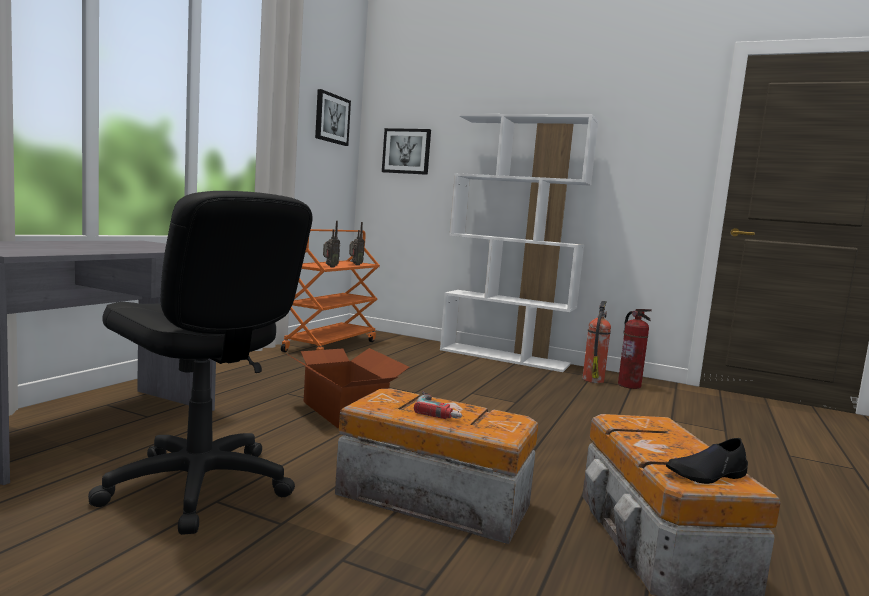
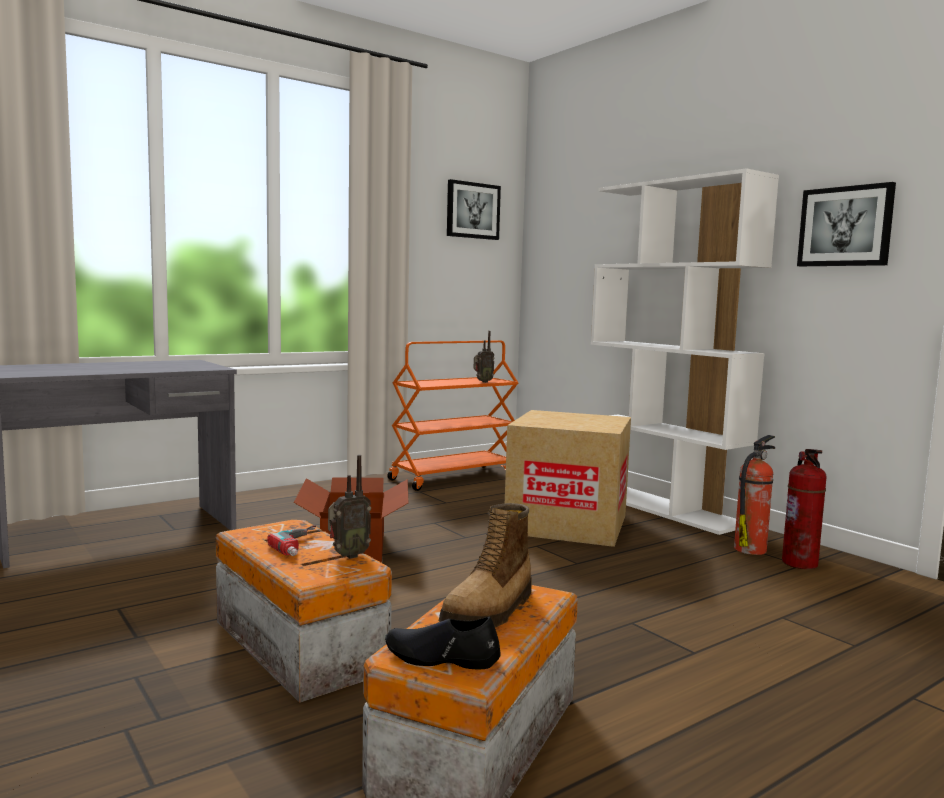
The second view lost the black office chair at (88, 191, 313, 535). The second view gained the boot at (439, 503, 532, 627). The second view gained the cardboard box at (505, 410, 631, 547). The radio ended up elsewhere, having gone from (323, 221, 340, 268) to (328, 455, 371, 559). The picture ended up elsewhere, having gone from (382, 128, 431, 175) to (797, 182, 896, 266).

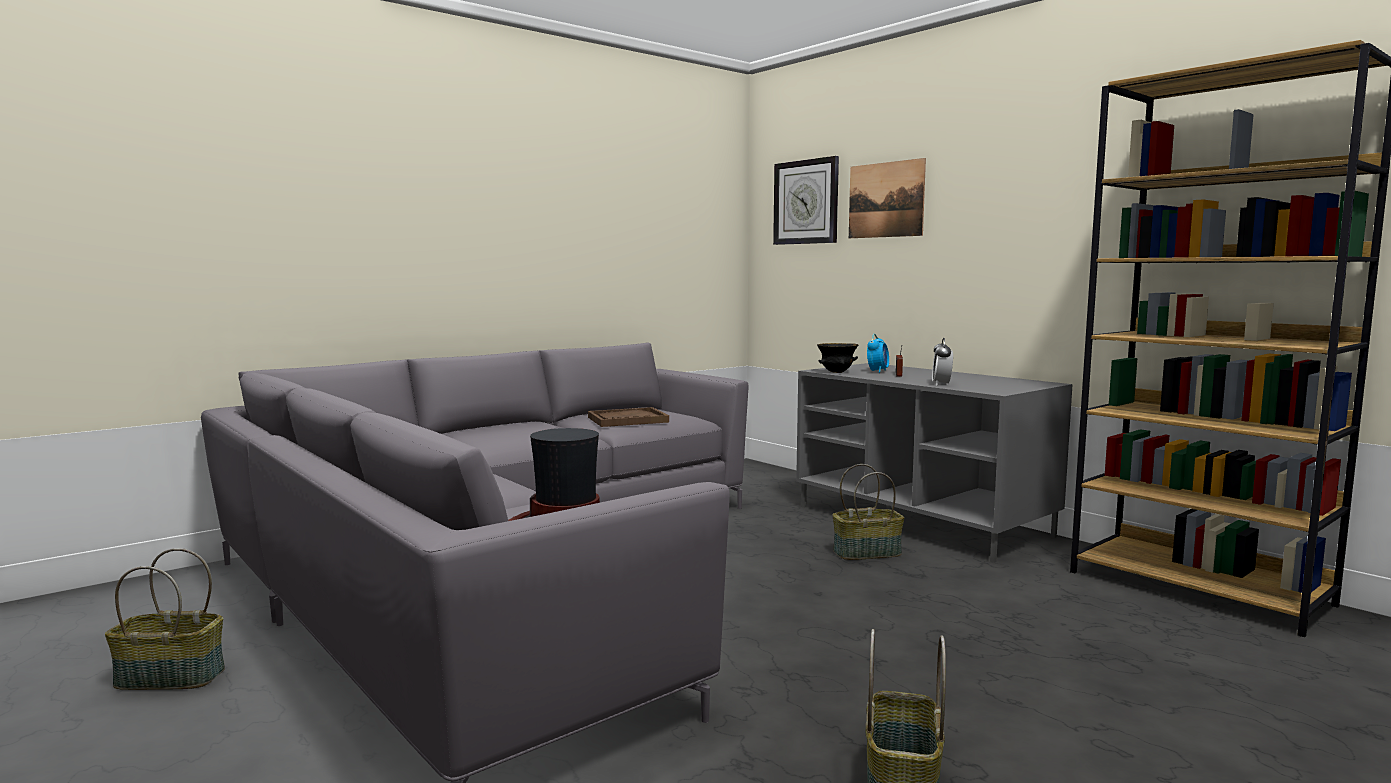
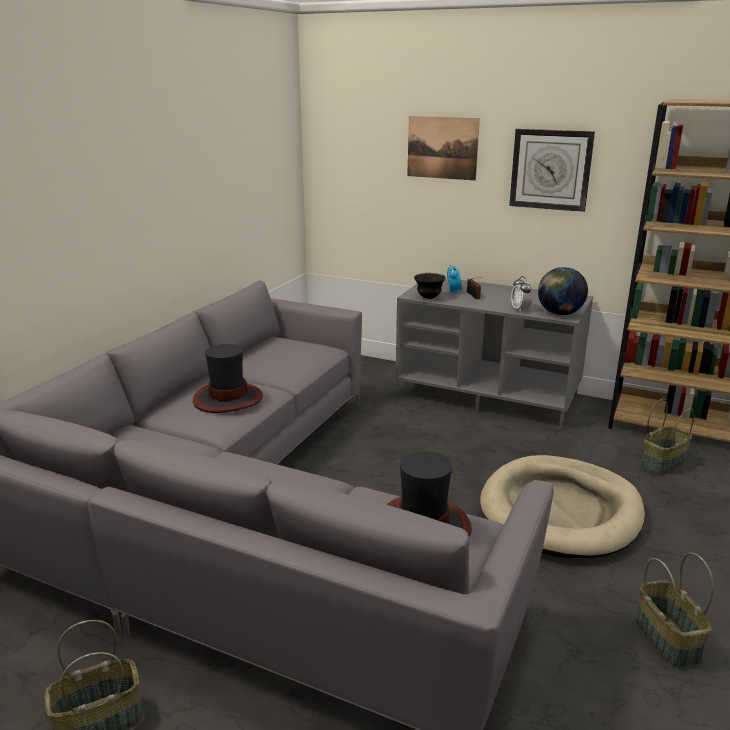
The second view lost the brown tray at (588, 407, 669, 427). The second view gained the hat at (193, 344, 263, 413). The second view gained the beige dog bed at (480, 455, 645, 558). The second view gained the globe at (538, 267, 588, 315). The wall clock ended up elsewhere, having gone from (773, 156, 839, 245) to (509, 129, 595, 212). The basket ended up elsewhere, having gone from (832, 464, 905, 560) to (641, 398, 694, 475).

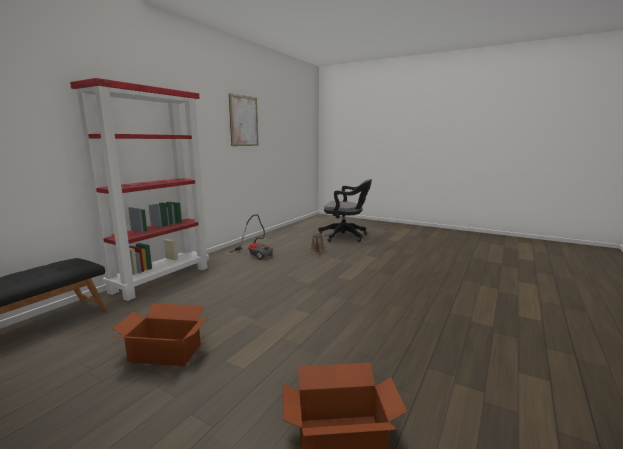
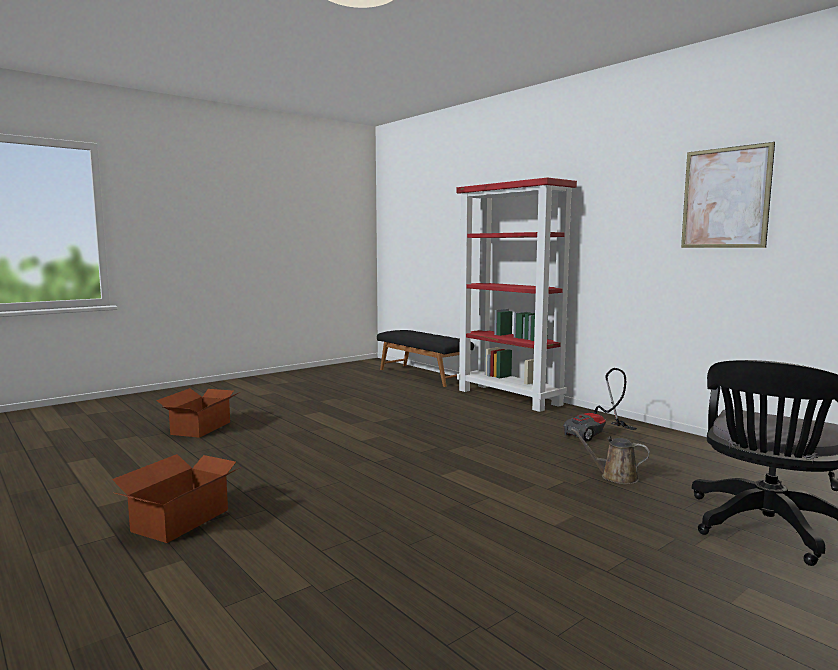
The cardboard box ended up elsewhere, having gone from (112, 303, 209, 366) to (112, 454, 241, 543).

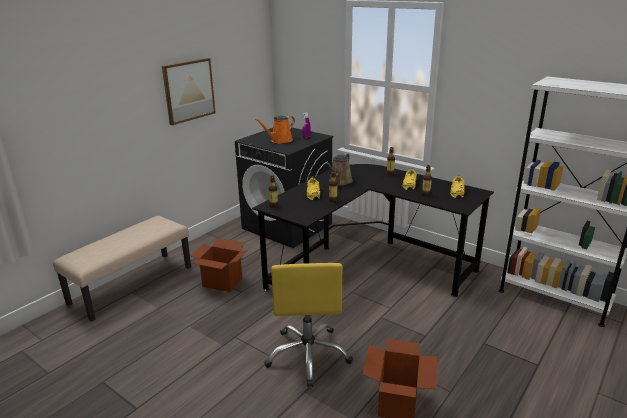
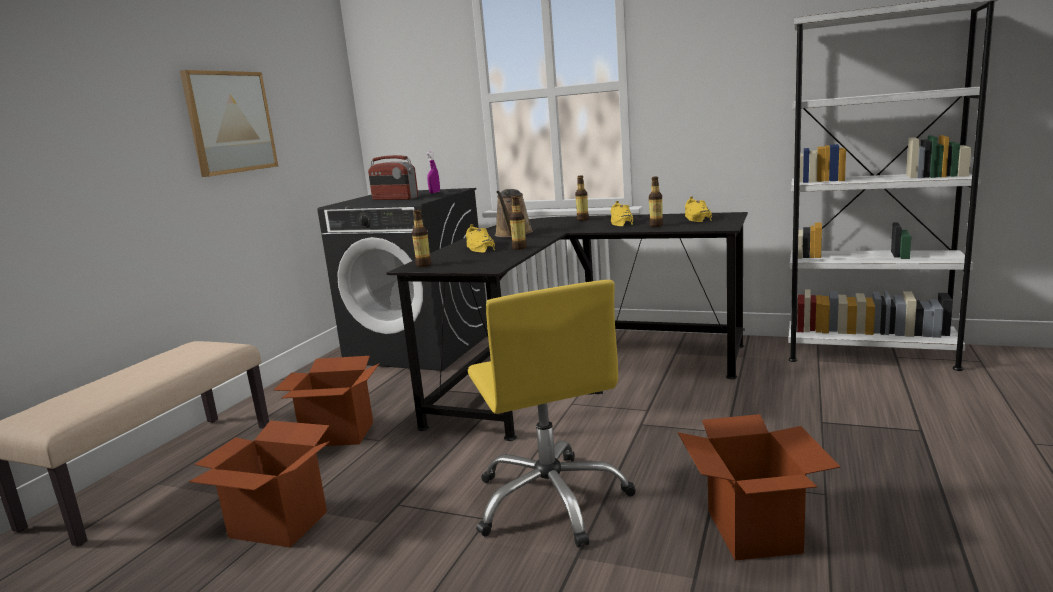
The second view gained the cardboard box at (189, 420, 331, 548). Where the orange watering can stood at (255, 116, 295, 144), the radio came to stand at (368, 155, 418, 200).

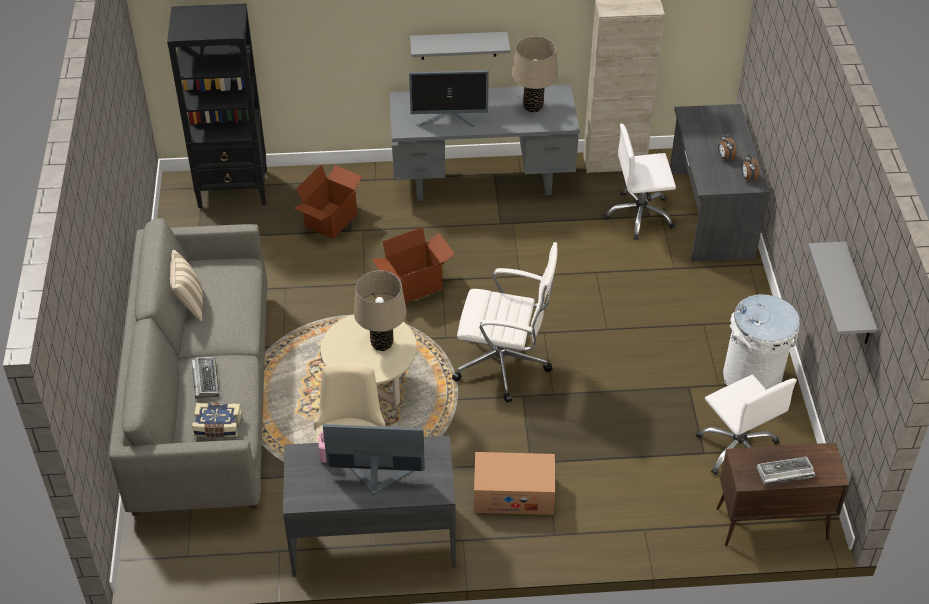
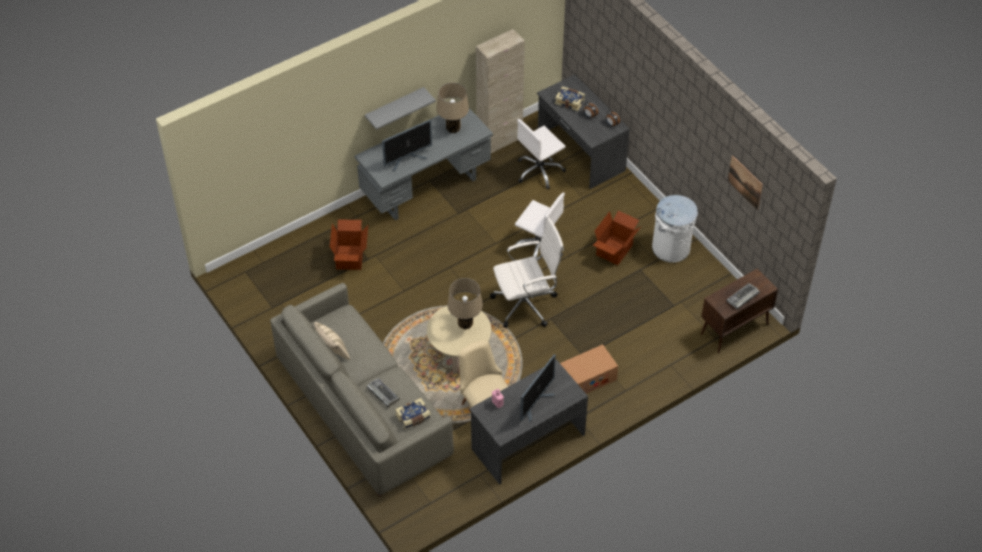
The second view lost the black bookcase at (167, 3, 267, 208). The second view gained the book at (555, 87, 585, 111). The cardboard box ended up elsewhere, having gone from (372, 227, 455, 303) to (593, 211, 641, 265). The white office chair ended up elsewhere, having gone from (696, 375, 797, 475) to (513, 193, 565, 258). Where the grey shelf hung at (808, 241, 878, 344), the picture came to hang at (728, 155, 763, 210). The monitor at (323, 424, 425, 496) ended up facing another way, 150 degrees clockwise from before.

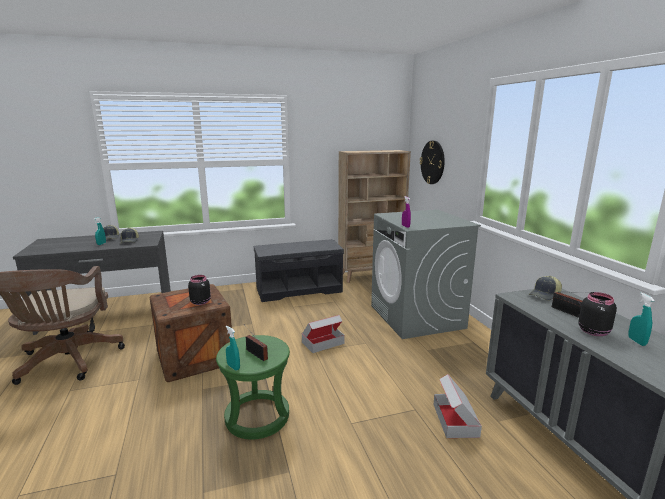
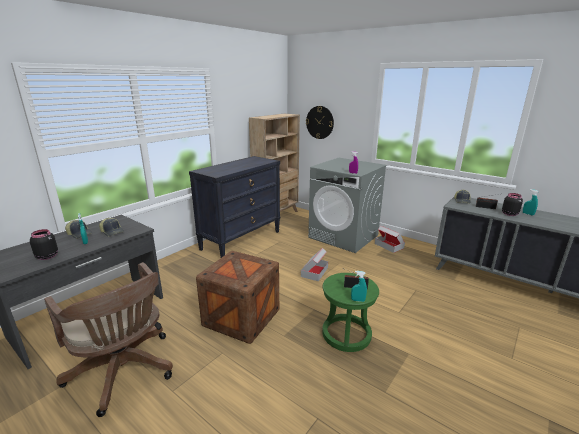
The black jar ended up elsewhere, having gone from (188, 275, 211, 305) to (30, 229, 58, 260). The cardboard box ended up elsewhere, having gone from (434, 374, 482, 438) to (375, 226, 405, 253). Where the grey bench stood at (254, 239, 344, 302), the black dresser came to stand at (189, 156, 280, 258).

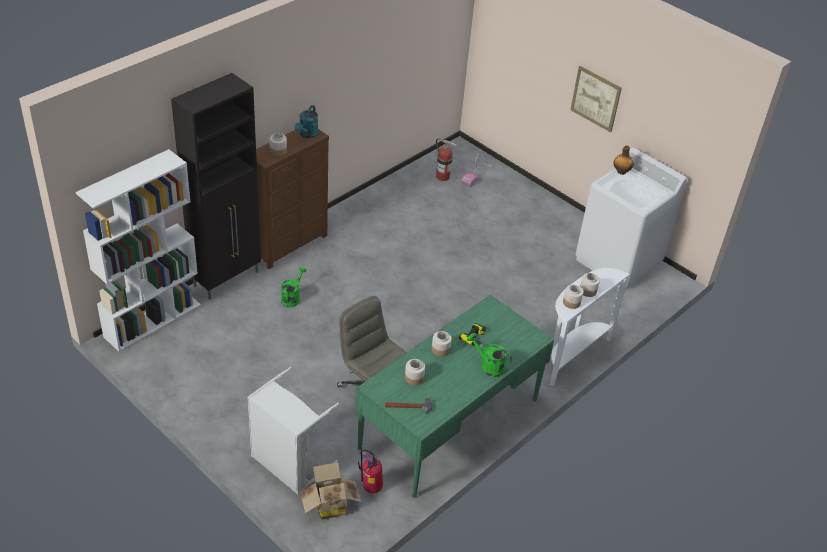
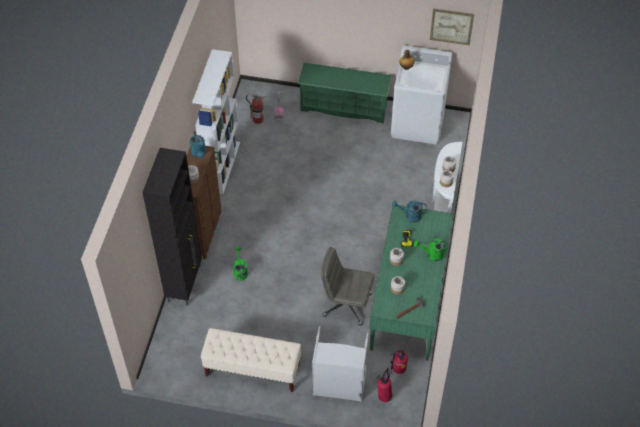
The second view gained the beige bench at (201, 328, 301, 392). The second view gained the green shoe rack at (298, 63, 393, 123). The second view gained the turquoise watering can at (392, 201, 427, 222). The white bookcase ended up elsewhere, having gone from (76, 149, 201, 352) to (192, 49, 240, 194). The picture ended up elsewhere, having gone from (570, 66, 622, 132) to (430, 9, 474, 45). Where the cardboard box stood at (300, 462, 361, 520), the fire extinguisher came to stand at (377, 368, 392, 402).

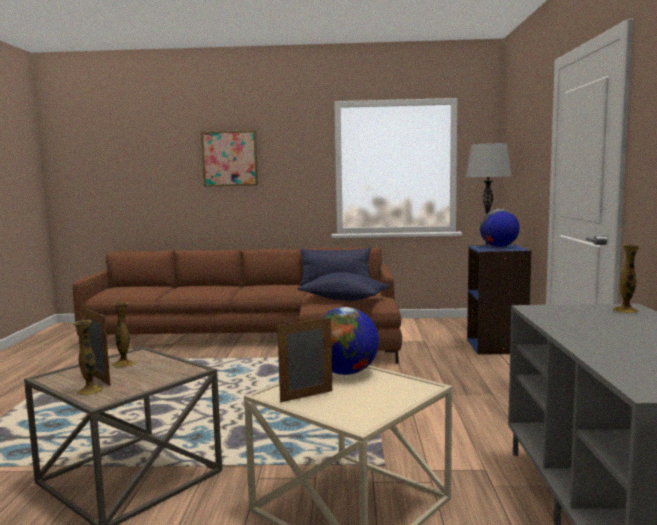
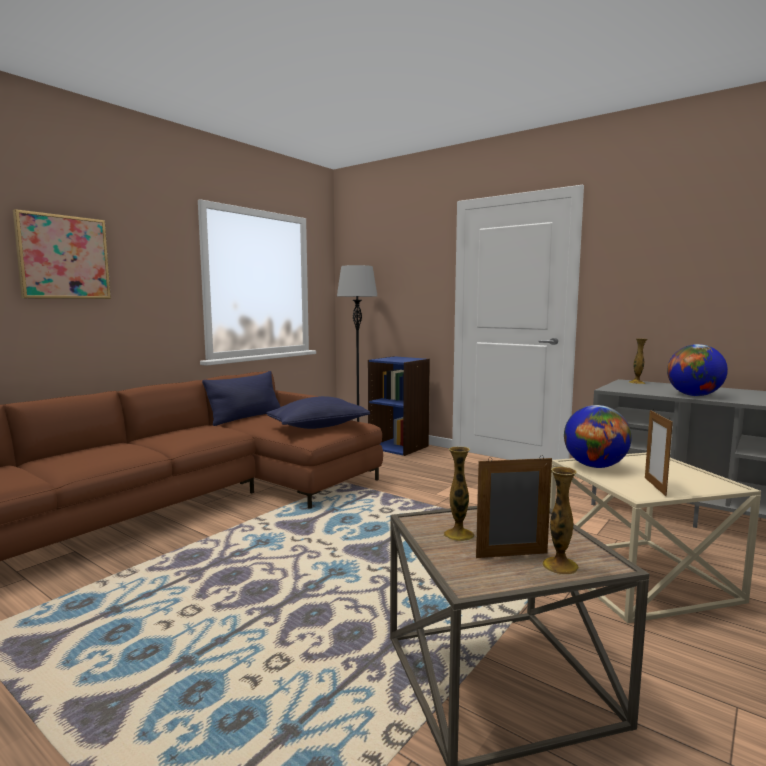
The globe ended up elsewhere, having gone from (480, 209, 520, 247) to (667, 344, 728, 396).

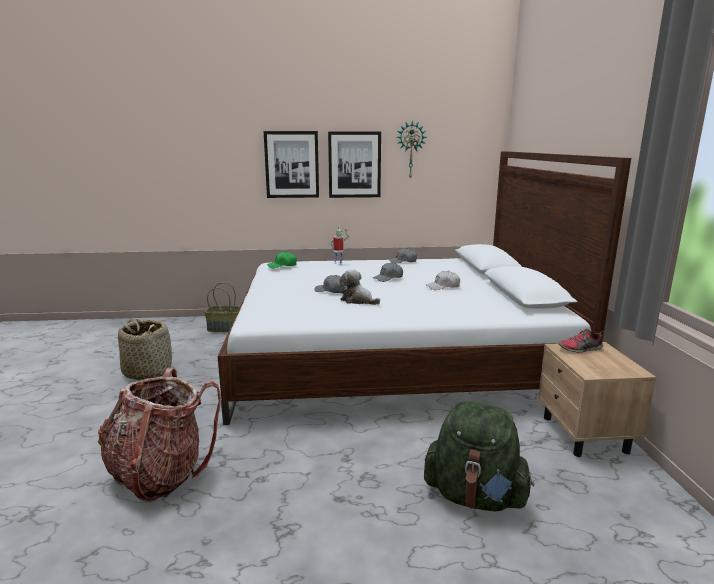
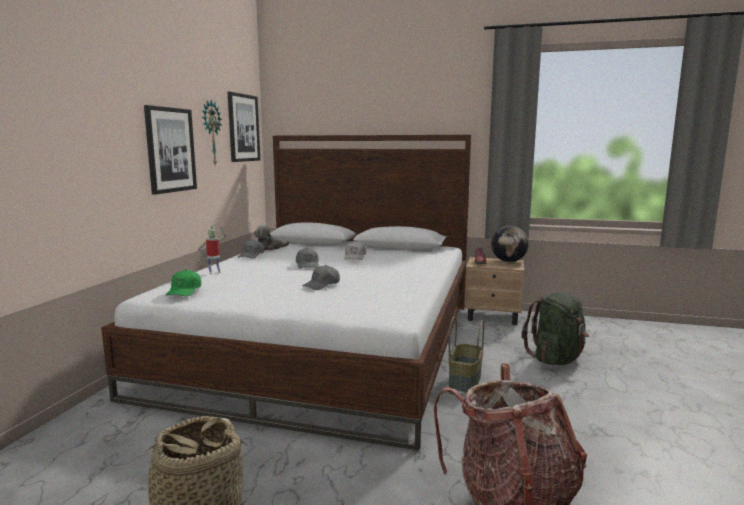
The second view gained the globe at (491, 226, 529, 262). The basket ended up elsewhere, having gone from (204, 282, 240, 332) to (449, 316, 484, 392). The picture ended up elsewhere, having gone from (264, 131, 319, 198) to (228, 92, 260, 162). The plush toy ended up elsewhere, having gone from (339, 269, 380, 305) to (254, 225, 290, 250).

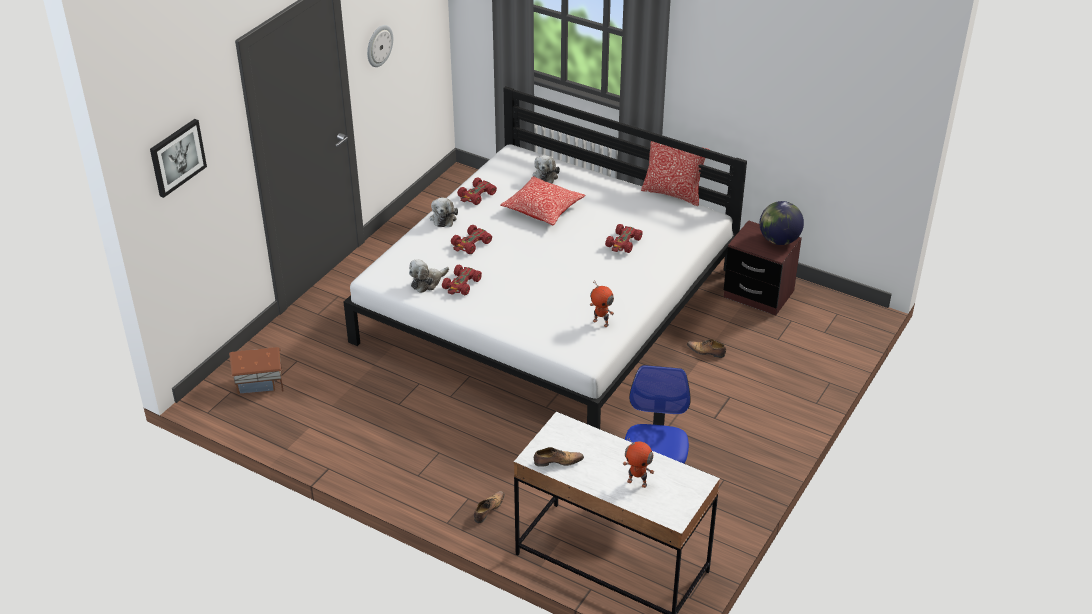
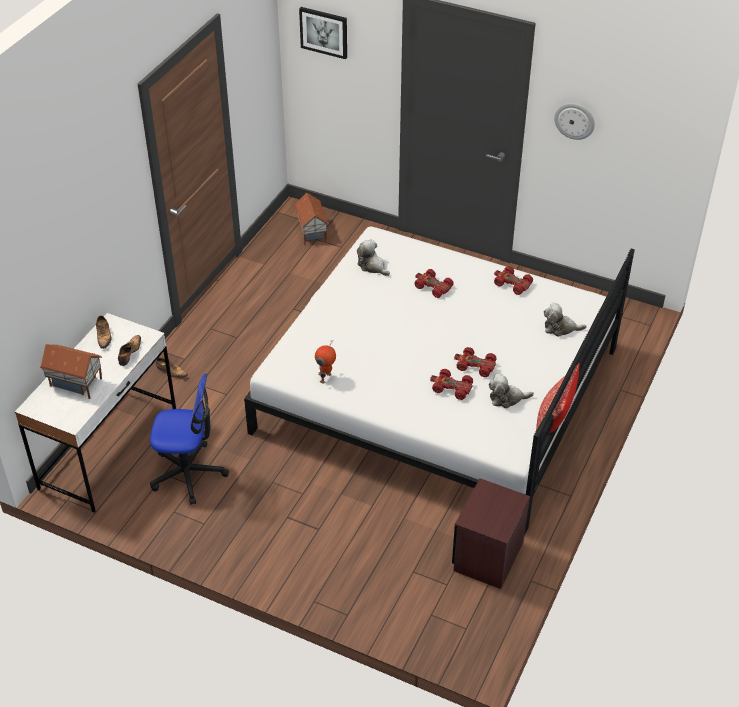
The second view lost the pillow at (500, 176, 585, 225). The second view lost the globe at (760, 201, 804, 245). The plush toy ended up elsewhere, having gone from (430, 198, 458, 227) to (488, 374, 534, 409). The red toy car ended up elsewhere, having gone from (442, 265, 482, 295) to (454, 347, 497, 377). The shoe ended up elsewhere, having gone from (687, 339, 726, 358) to (118, 335, 141, 366). Where the toy robot stood at (623, 436, 654, 488), the toy house came to stand at (40, 344, 102, 399).

